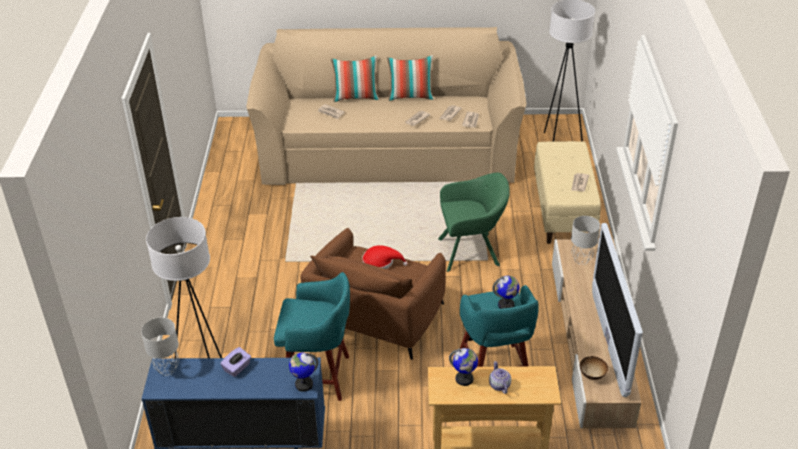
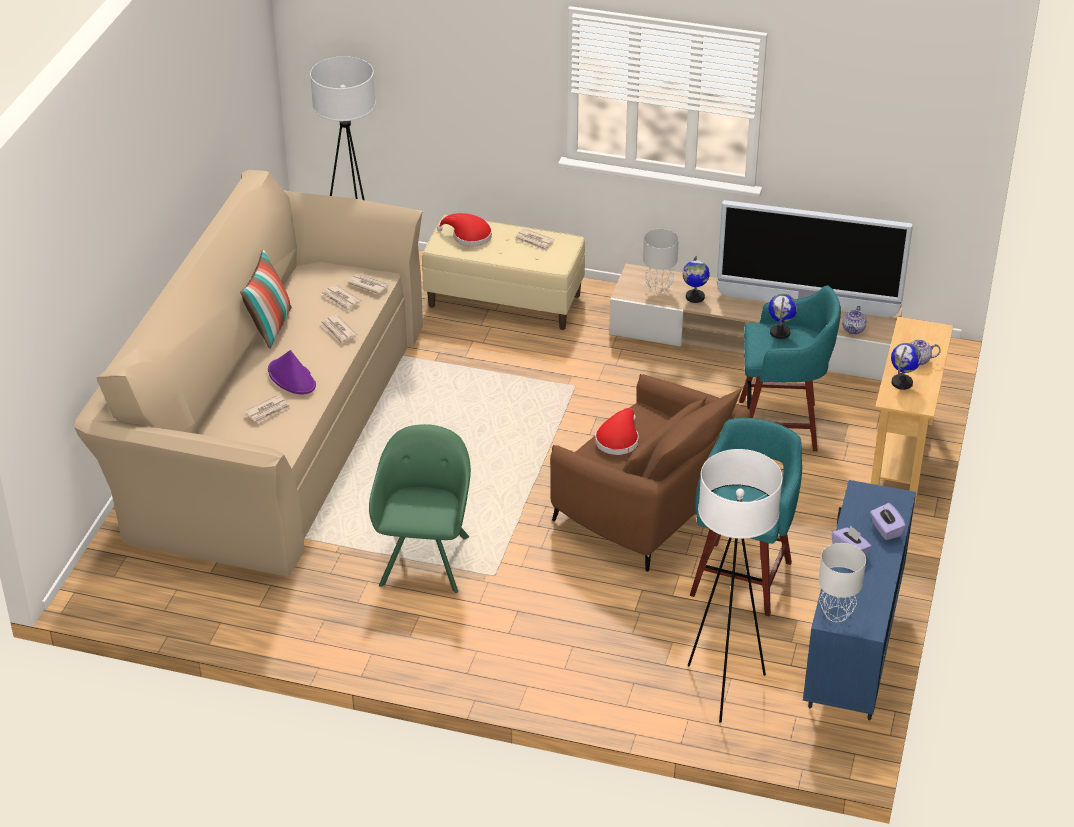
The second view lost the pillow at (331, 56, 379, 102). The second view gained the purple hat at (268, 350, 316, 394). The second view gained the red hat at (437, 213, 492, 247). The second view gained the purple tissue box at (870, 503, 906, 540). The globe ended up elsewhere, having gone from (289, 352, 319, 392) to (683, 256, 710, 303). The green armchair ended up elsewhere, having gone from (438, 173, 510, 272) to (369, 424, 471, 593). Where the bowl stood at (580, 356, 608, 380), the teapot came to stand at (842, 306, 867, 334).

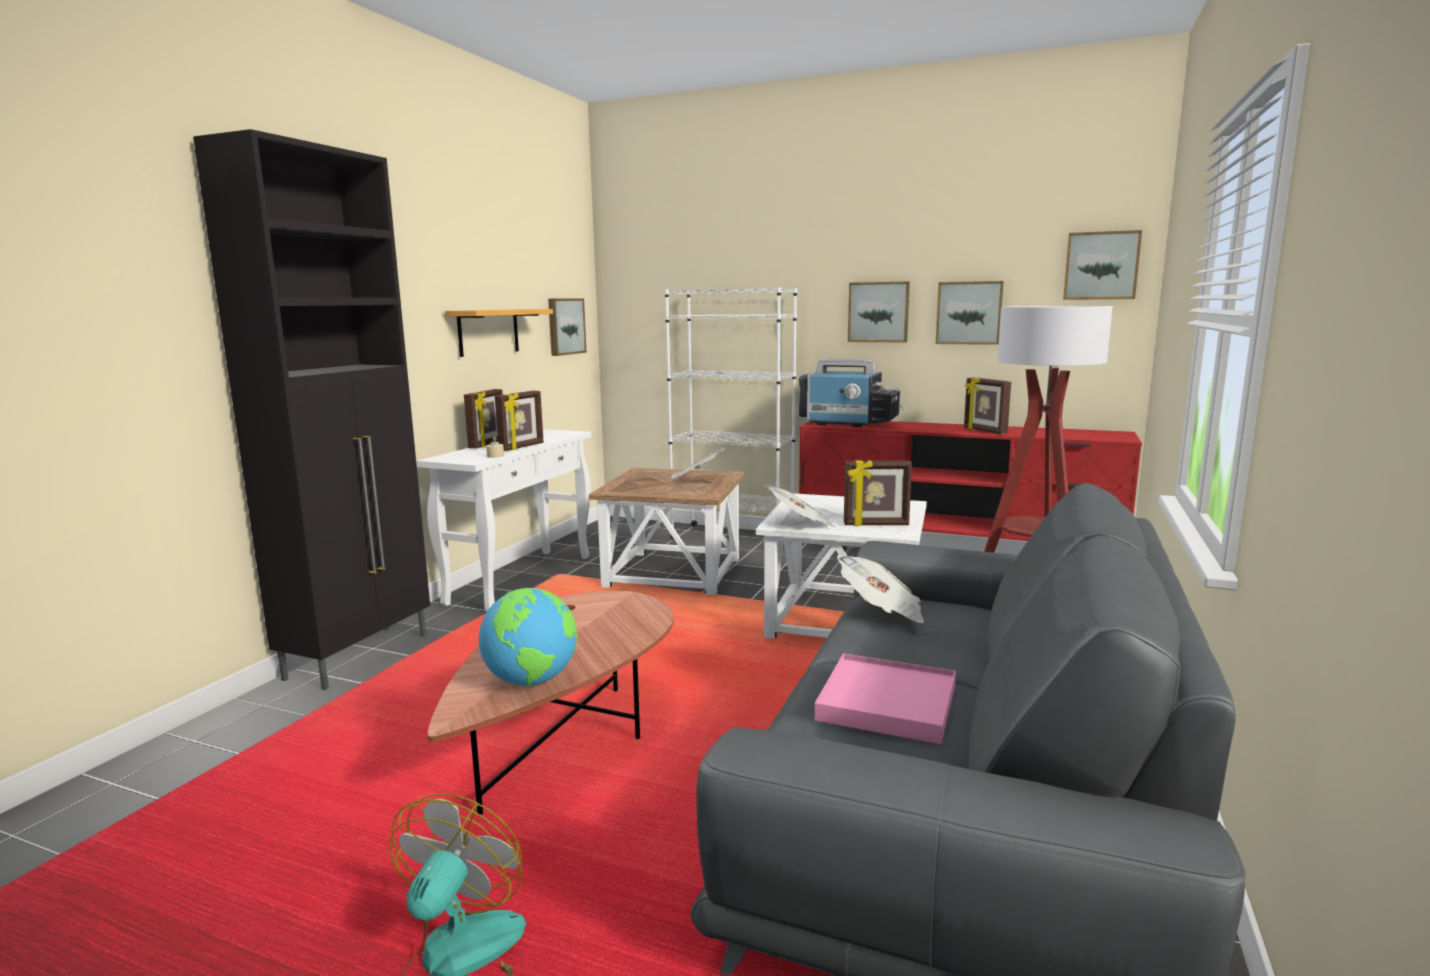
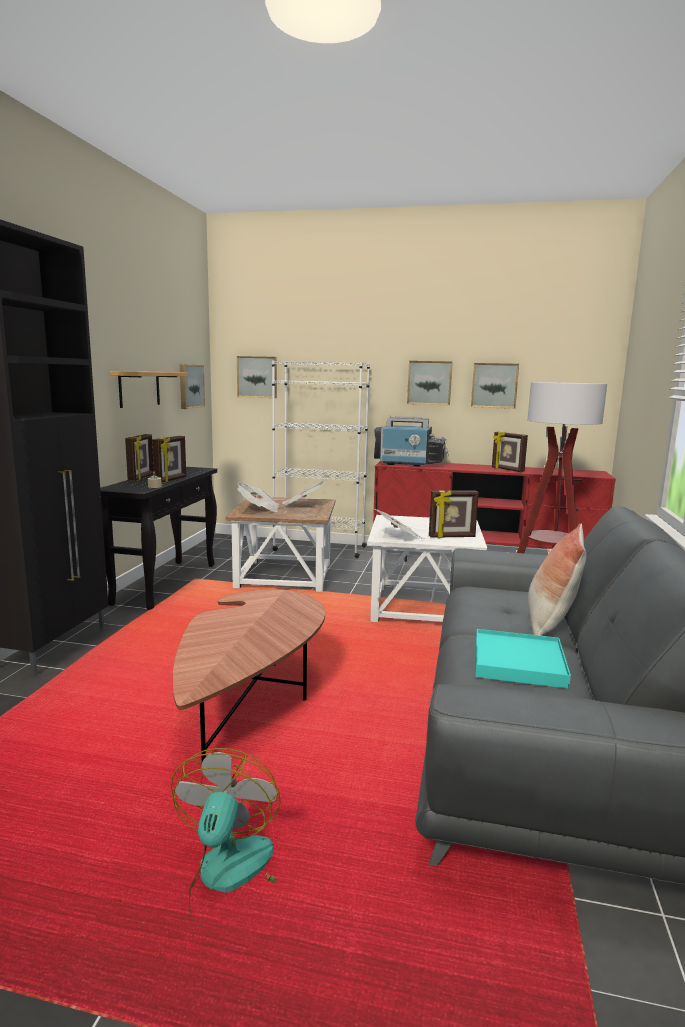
The second view lost the globe at (479, 588, 577, 686). The second view gained the pillow at (528, 523, 586, 636). The newspaper ended up elsewhere, having gone from (837, 554, 924, 623) to (237, 483, 279, 512). The picture ended up elsewhere, having gone from (1063, 230, 1142, 300) to (237, 356, 277, 398). What was the white console table at (416, 429, 591, 612) turned into the black console table at (100, 467, 217, 610). What was the pink tray at (814, 654, 956, 744) turned into the turquoise tray at (475, 629, 571, 689).

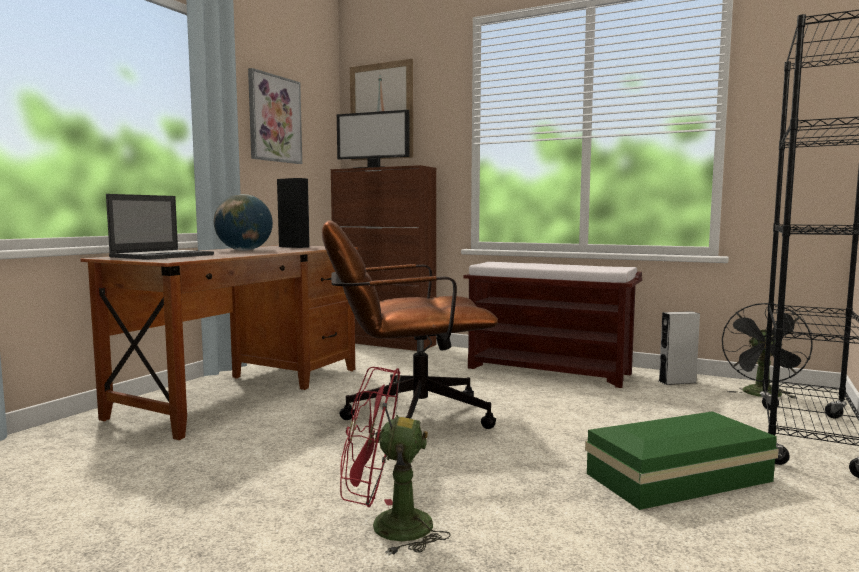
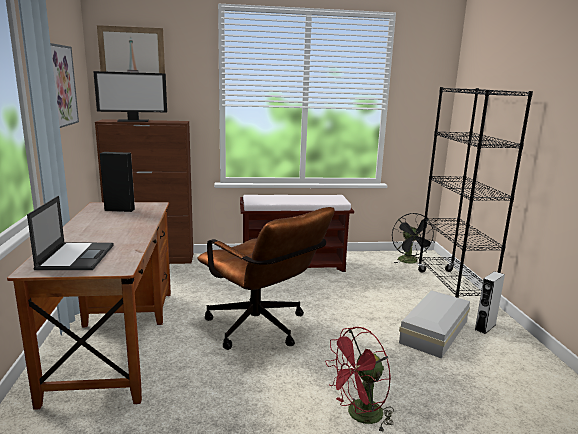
The second view lost the globe at (214, 194, 273, 251). The grey speaker ended up elsewhere, having gone from (659, 311, 700, 385) to (475, 271, 505, 334). What was the green storage box at (585, 411, 779, 510) turned into the white storage box at (399, 290, 470, 359). The brown office chair at (322, 220, 498, 429) ended up facing another way, 90 degrees counterclockwise from before.

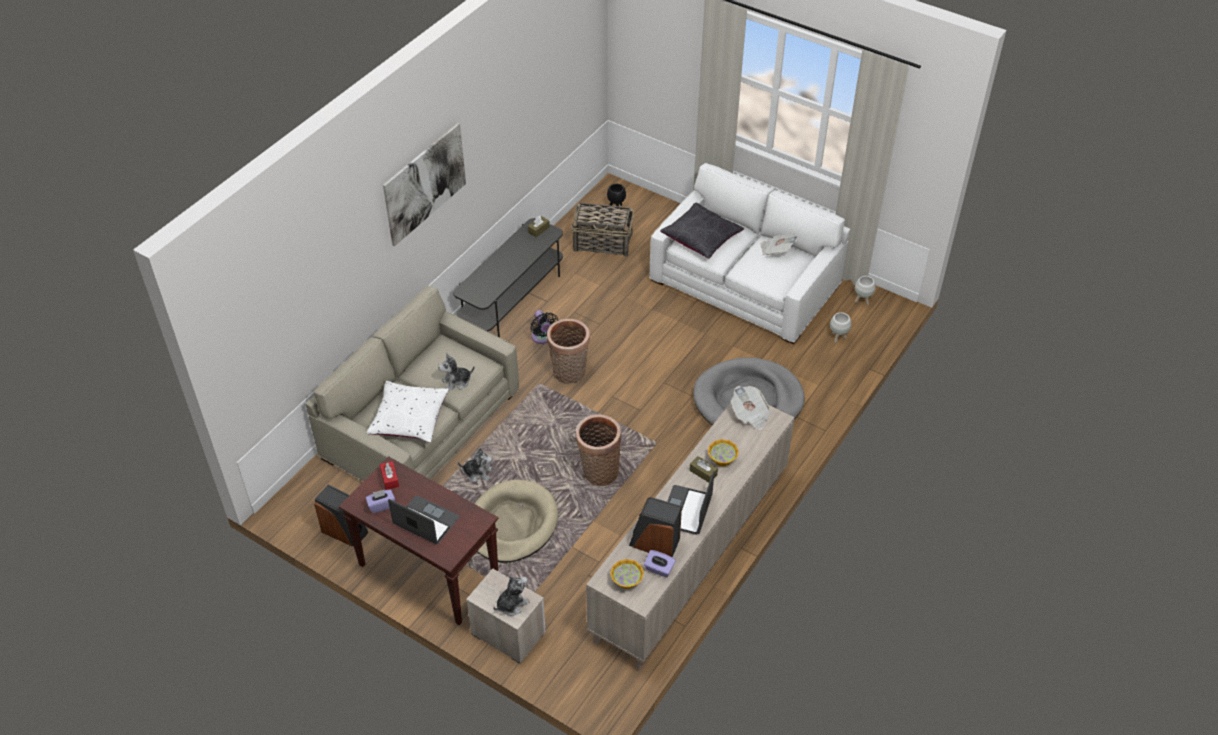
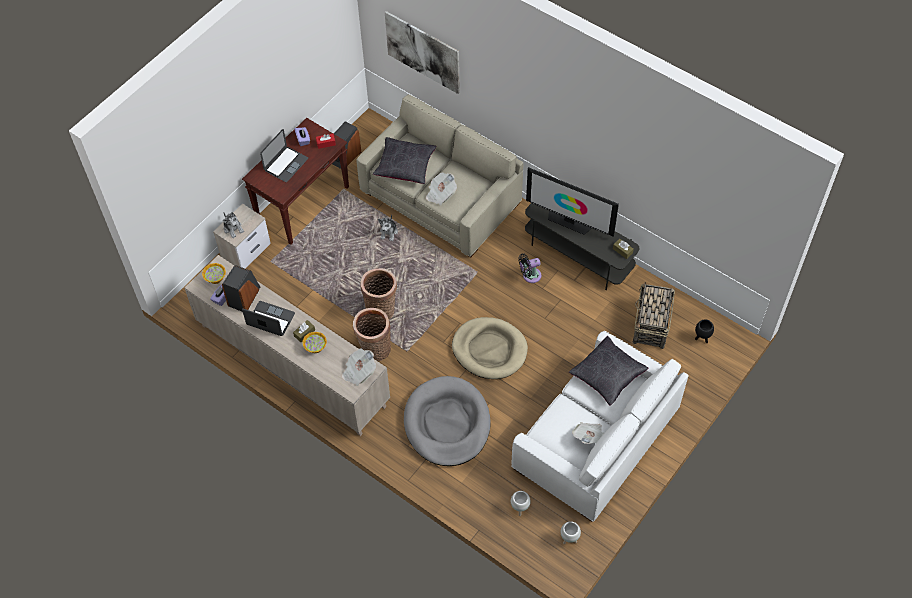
The second view gained the television at (526, 167, 619, 237). The picture ended up elsewhere, having gone from (383, 123, 466, 246) to (385, 11, 460, 94). The beige dog bed ended up elsewhere, having gone from (475, 480, 558, 563) to (452, 317, 528, 379). The basket ended up elsewhere, having gone from (547, 318, 590, 384) to (353, 308, 391, 361). Where the plush toy stood at (438, 353, 474, 391), the newspaper came to stand at (426, 173, 457, 205). What was the white pillow at (366, 381, 449, 443) turned into the black pillow at (373, 137, 437, 184).

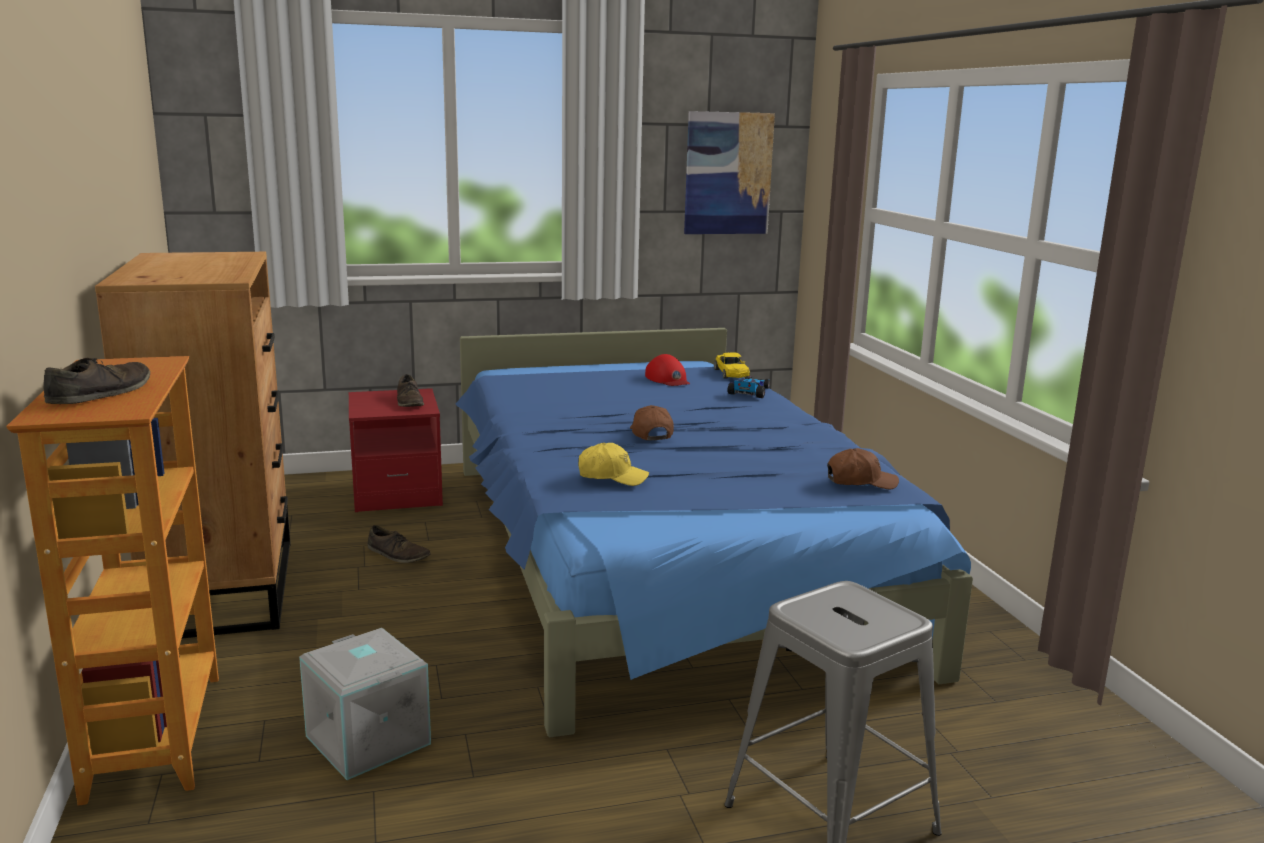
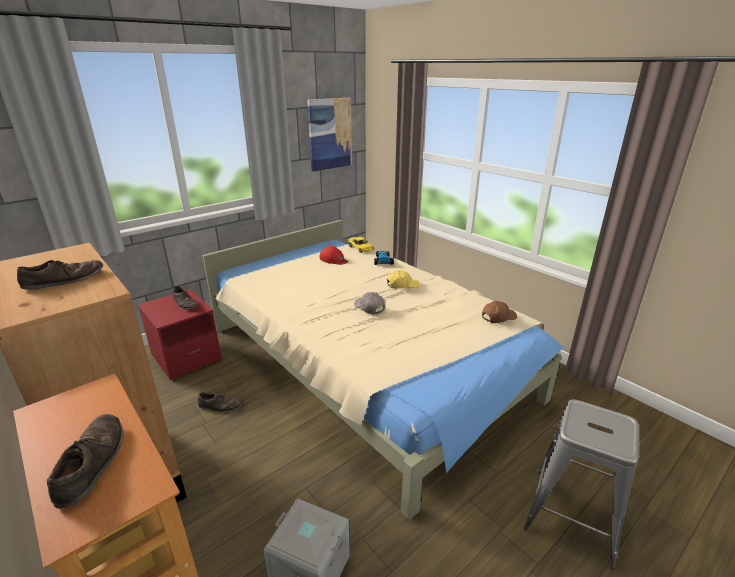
The second view gained the brown shoe at (17, 260, 103, 290). The yellow cap ended up elsewhere, having gone from (578, 443, 649, 486) to (387, 270, 419, 288). What was the blue bed at (456, 328, 973, 738) turned into the beige bed at (202, 220, 564, 520). What was the brown cap at (630, 405, 674, 440) turned into the grey cap at (354, 292, 385, 315).

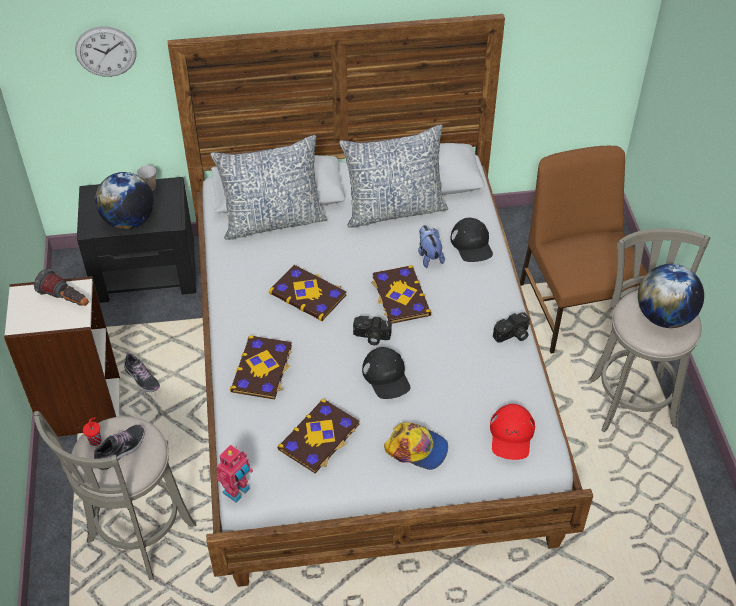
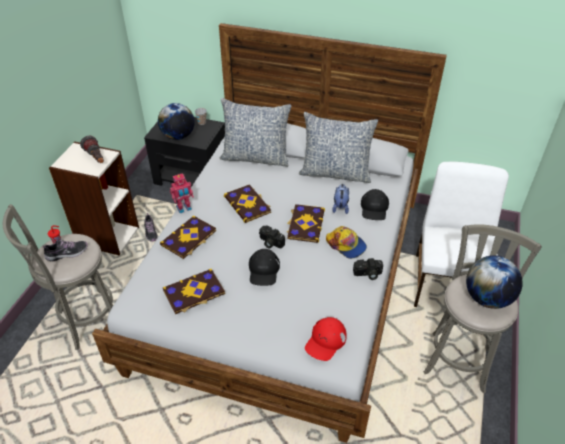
The second view lost the wall clock at (75, 26, 136, 77). The toy robot ended up elsewhere, having gone from (216, 445, 253, 503) to (170, 174, 194, 213). The cap ended up elsewhere, having gone from (384, 422, 448, 470) to (326, 226, 367, 259). What was the brown chair at (520, 146, 647, 354) turned into the white chair at (414, 162, 509, 307).

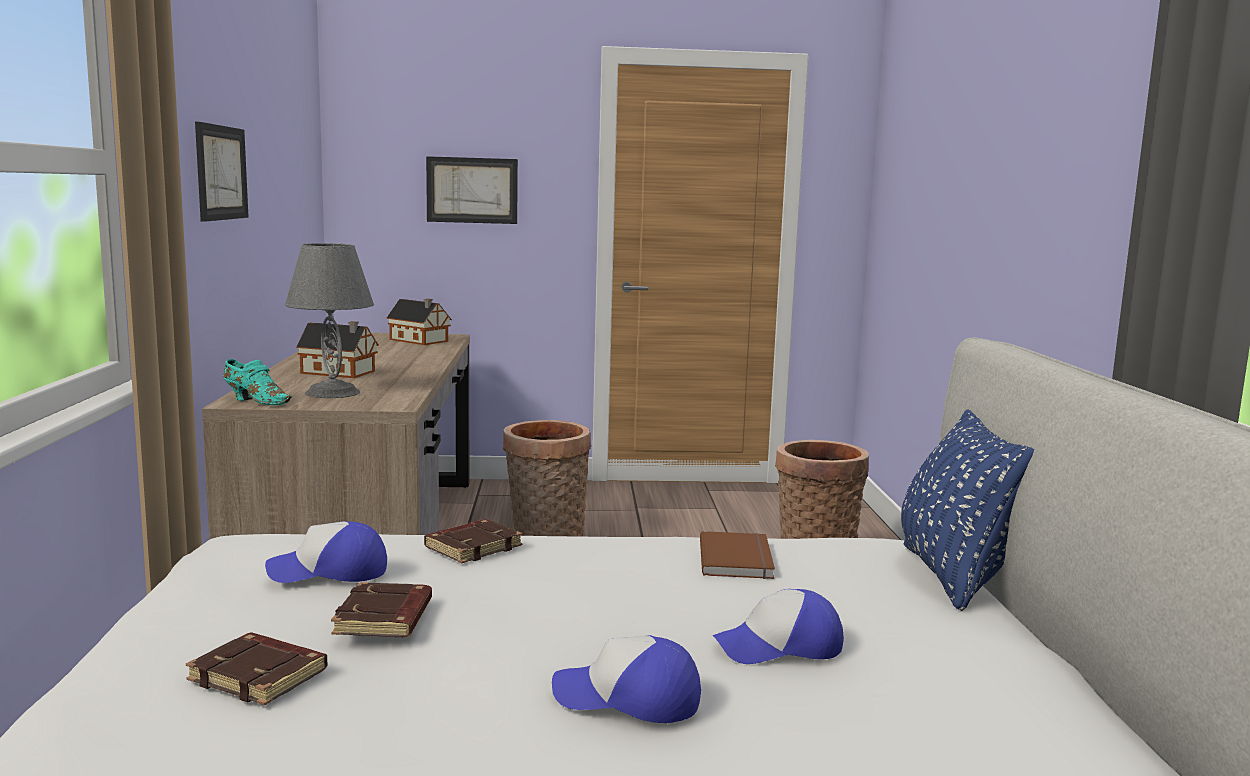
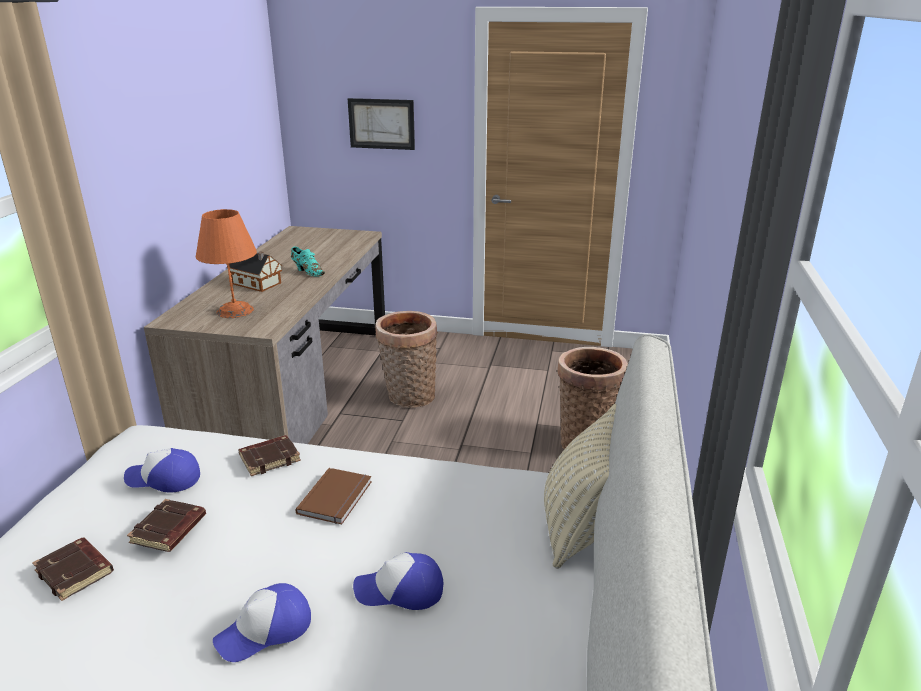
The second view lost the picture at (195, 122, 248, 222). The second view lost the toy house at (386, 299, 452, 345). The turquoise shoe ended up elsewhere, having gone from (223, 359, 292, 405) to (291, 247, 325, 277). The brown book ended up elsewhere, having gone from (700, 531, 775, 579) to (295, 468, 372, 525). What was the grey table lamp at (285, 243, 374, 398) turned into the orange table lamp at (196, 209, 257, 318). What was the blue pillow at (901, 409, 1034, 611) turned into the beige pillow at (544, 404, 616, 569). The cap at (552, 635, 701, 723) ended up facing another way, 60 degrees counterclockwise from before.

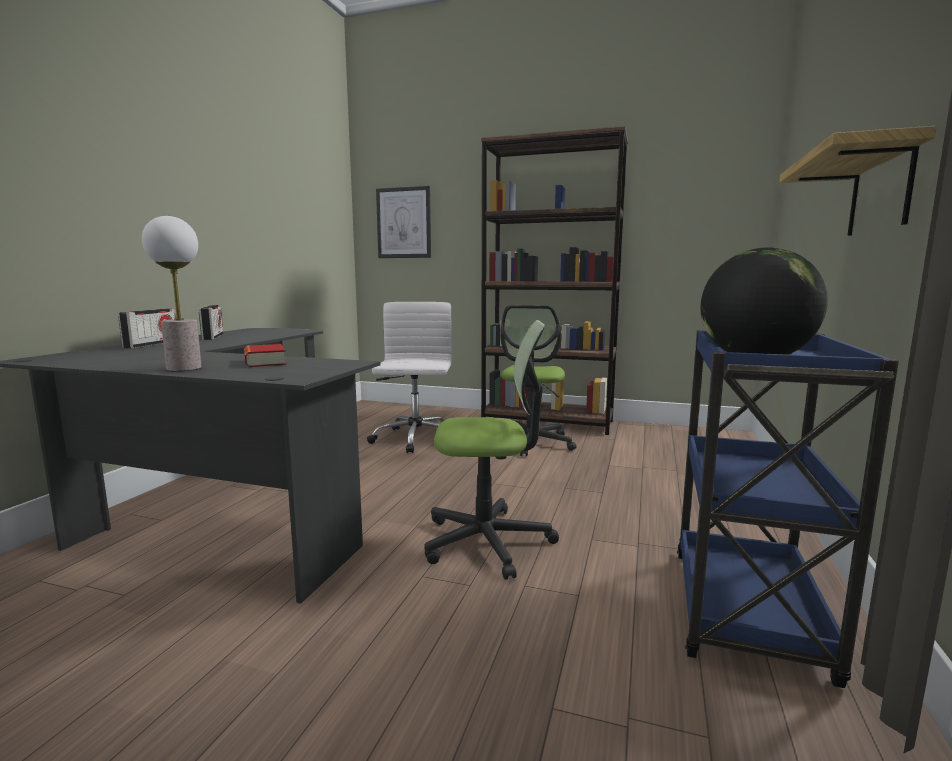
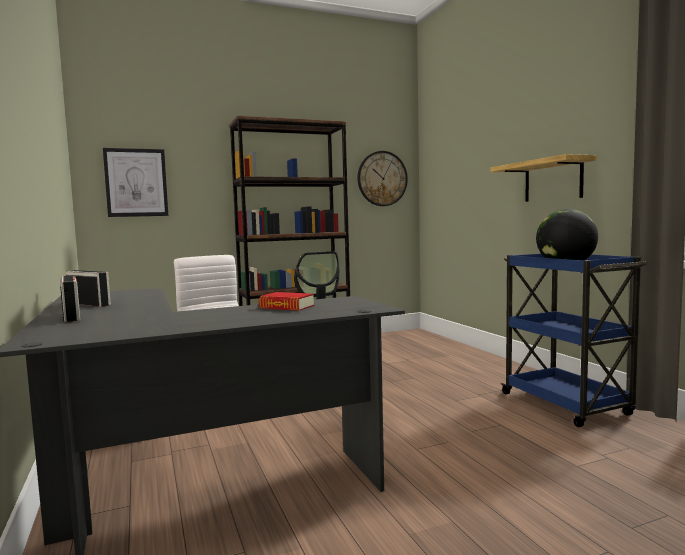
The second view lost the table lamp at (142, 216, 202, 371). The second view lost the office chair at (424, 320, 559, 580). The second view gained the wall clock at (357, 151, 408, 206).

